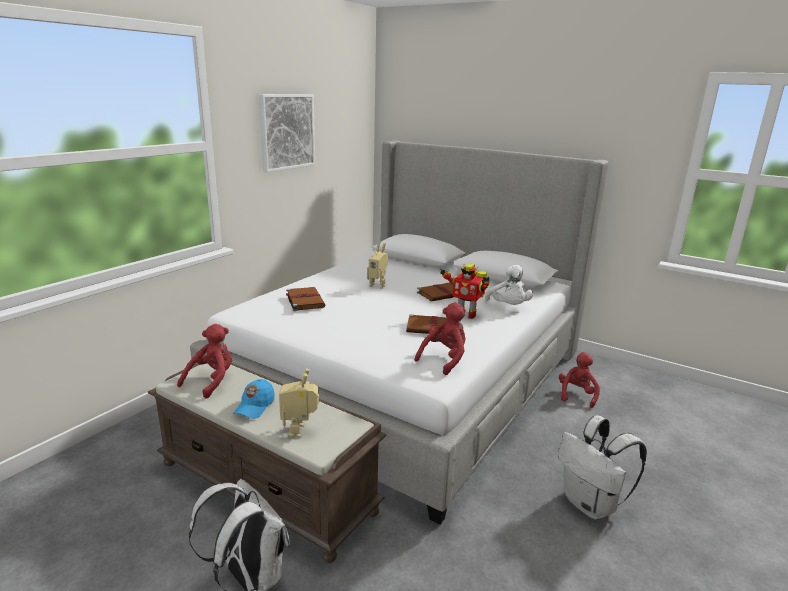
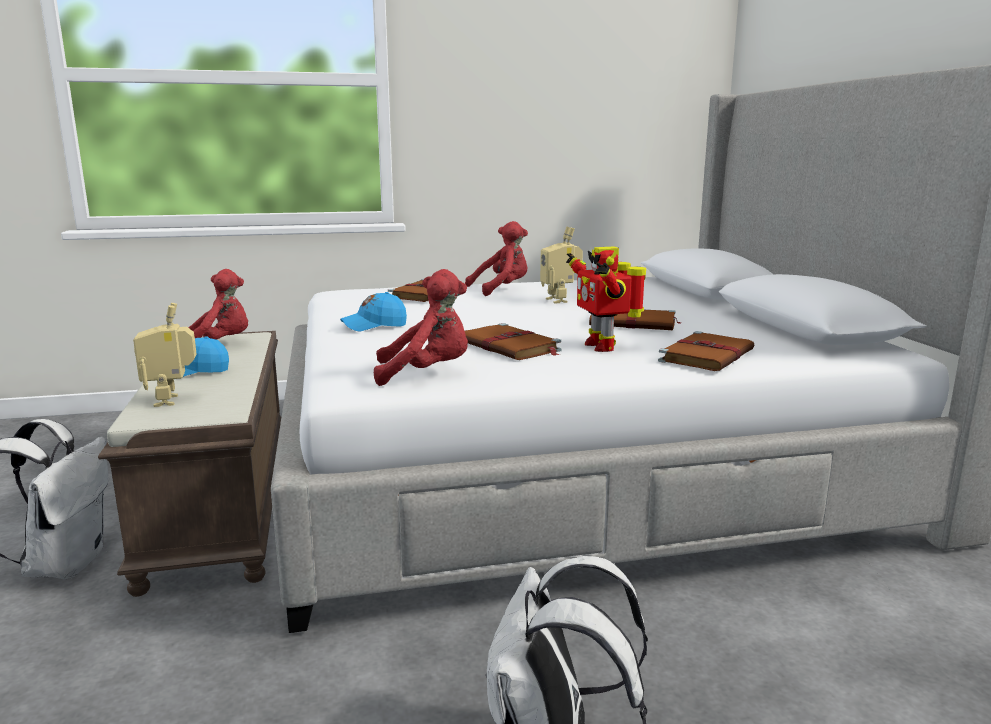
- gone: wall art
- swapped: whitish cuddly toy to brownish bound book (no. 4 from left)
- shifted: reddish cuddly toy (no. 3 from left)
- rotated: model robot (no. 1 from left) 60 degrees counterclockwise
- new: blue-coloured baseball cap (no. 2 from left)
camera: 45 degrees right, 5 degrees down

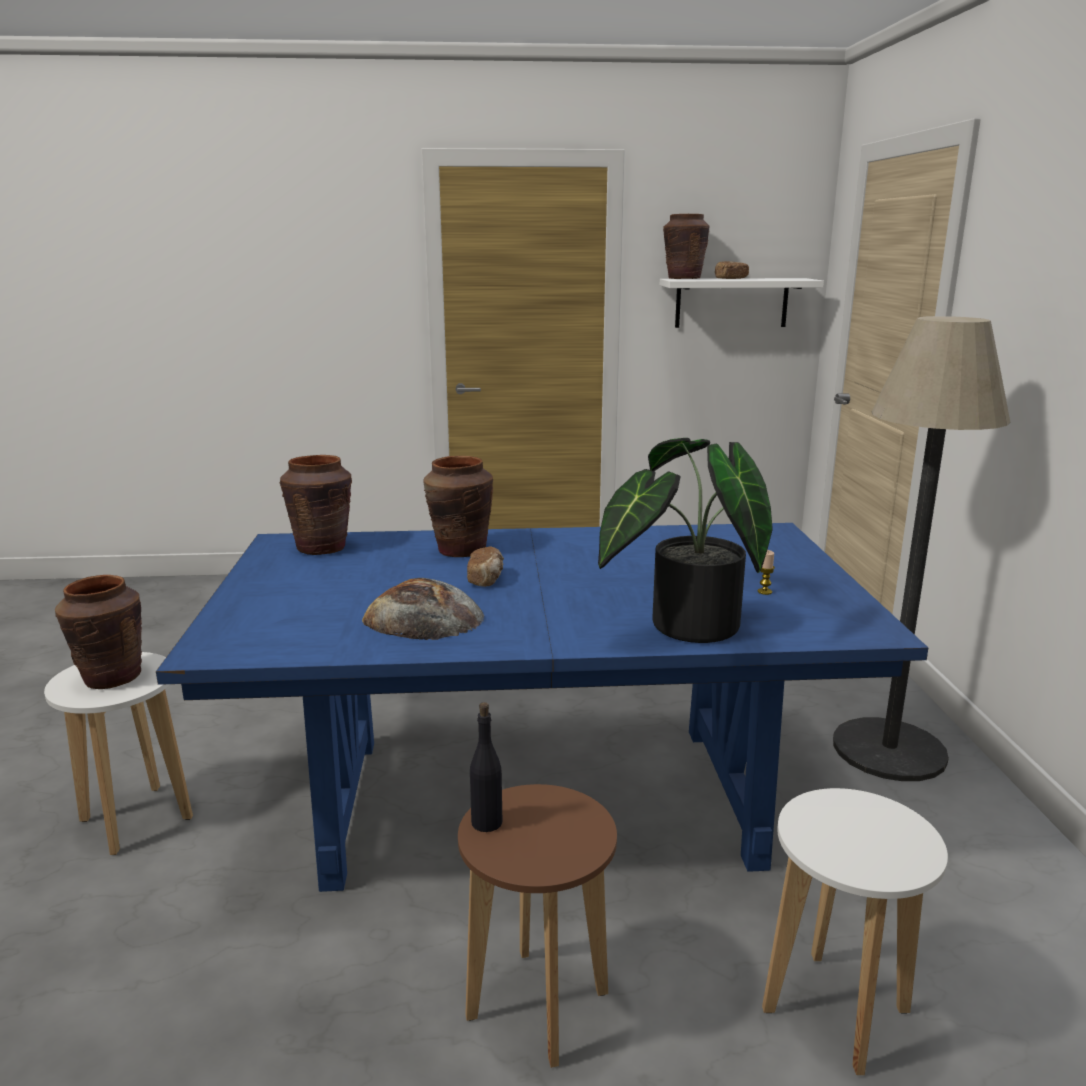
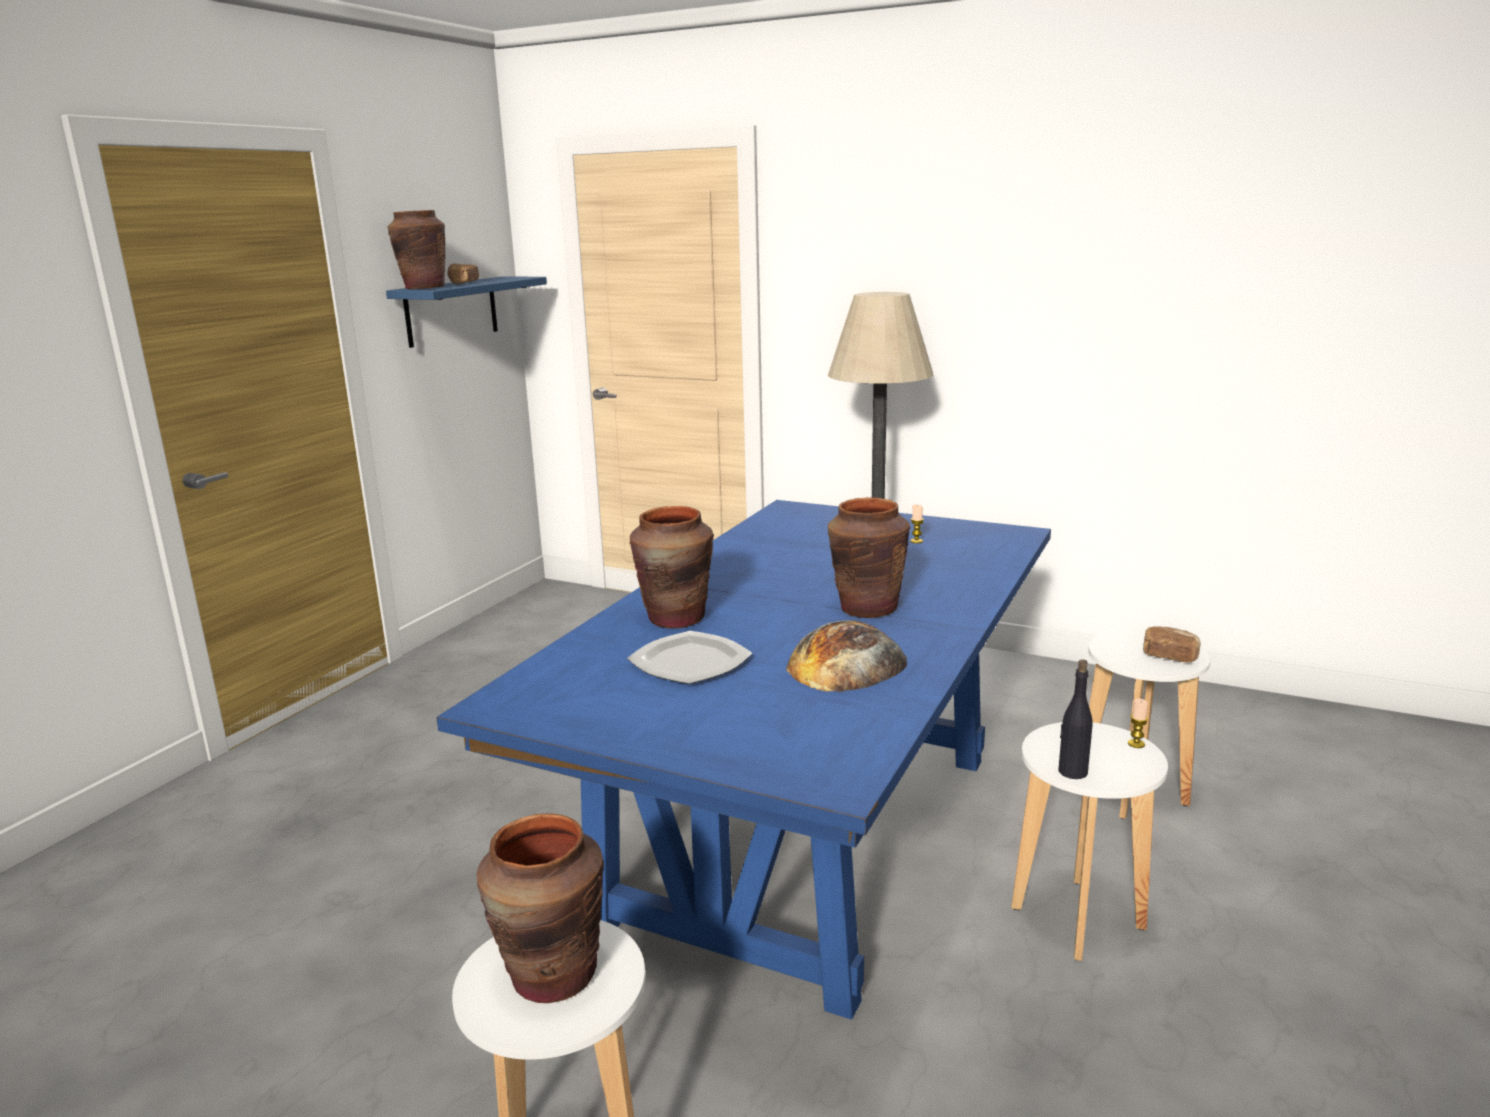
- repainted: whitish wall shelf to blue-coloured wall shelf
- gone: houseplant
- shifted: brownish vase (no. 2 from left in the first image) to brownish vase (no. 4 from left)
- shifted: bakery bread (no. 2 from left in the first image) to bakery bread (no. 3 from left)
- repainted: brownish sitting stool to whitish sitting stool (no. 2 from left)
- new: dinner plate
- new: wax light (no. 2 from left)
camera: 60 degrees left, 0 degrees up

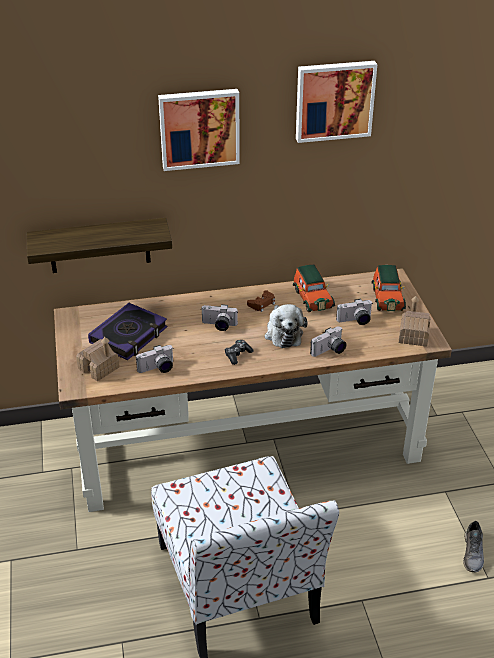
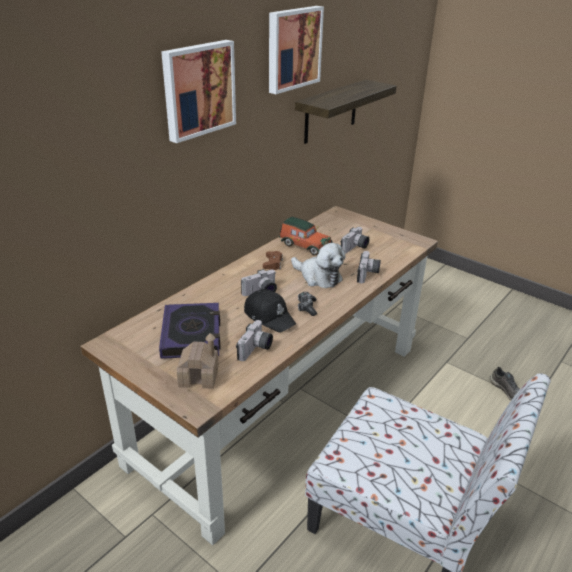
- shifted: wall shelf
- gone: toy car (no. 2 from left)
- gone: model house (no. 2 from left)
- new: black baseball cap
camera: 40 degrees left, 5 degrees down

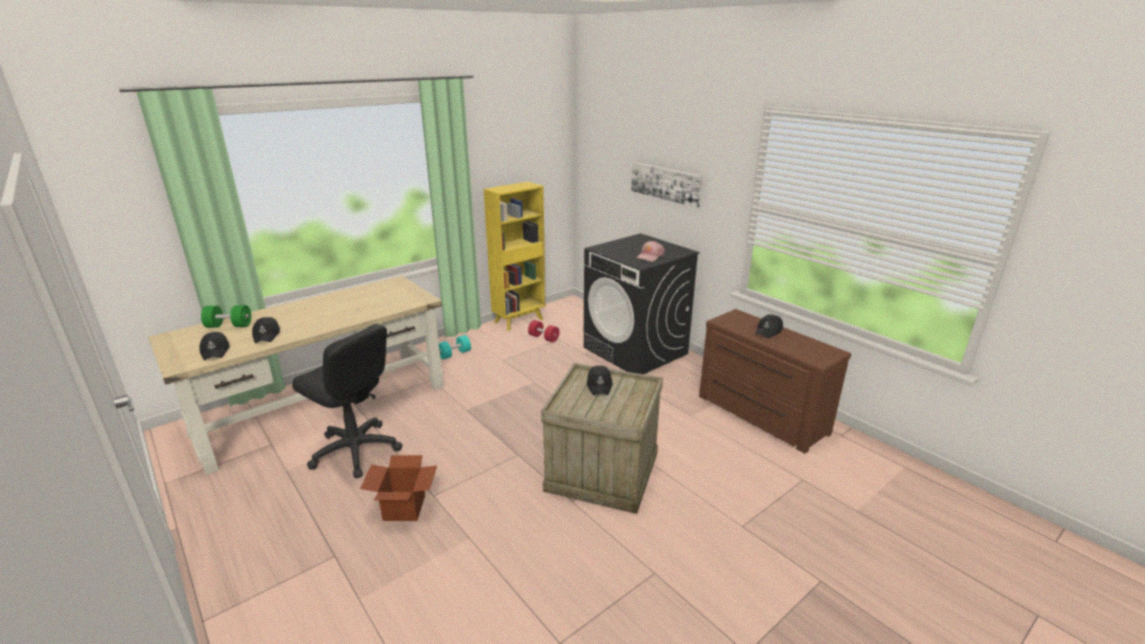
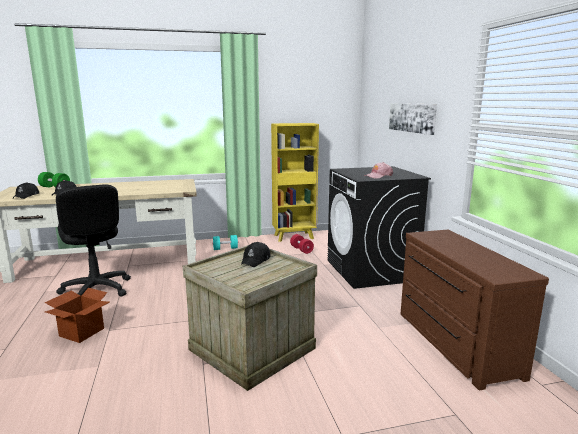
- gone: black baseball cap (no. 4 from left)
camera: 25 degrees right, 10 degrees down

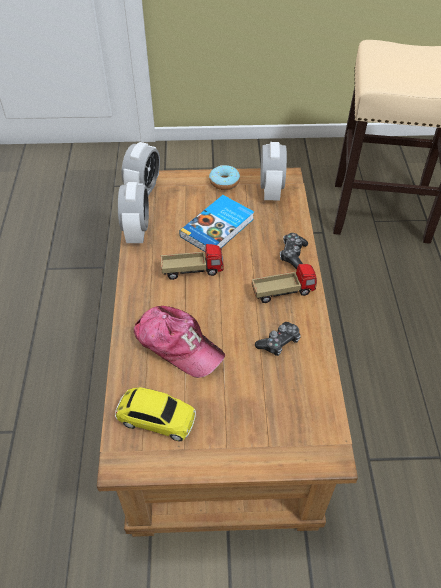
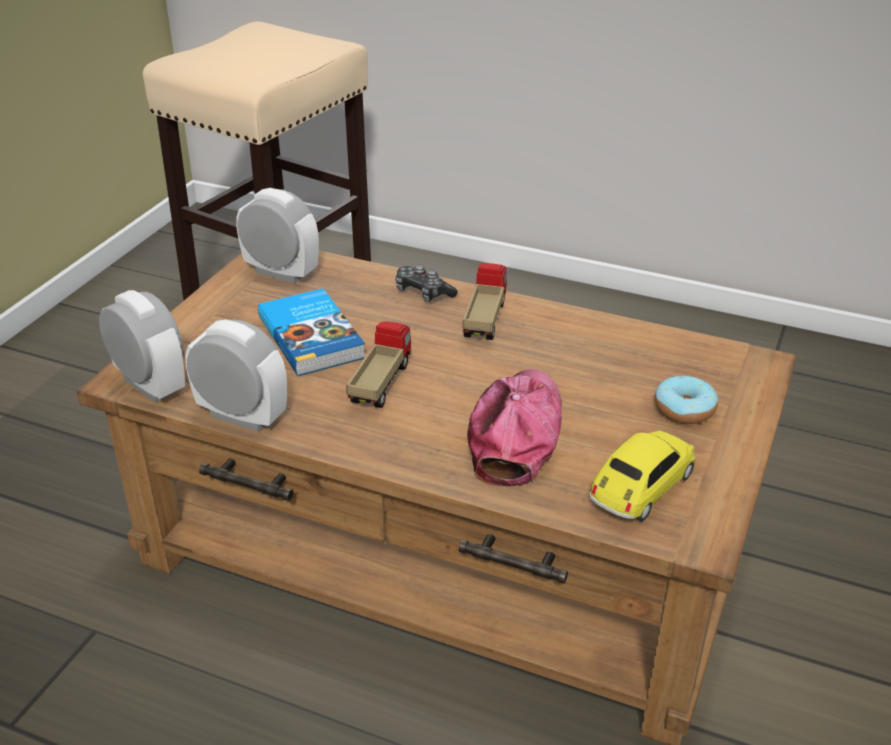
- shifted: ring doughnut
- rotated: baseball cap 45 degrees counterclockwise
- gone: joypad (no. 1 from left)
camera: 65 degrees left, 15 degrees down

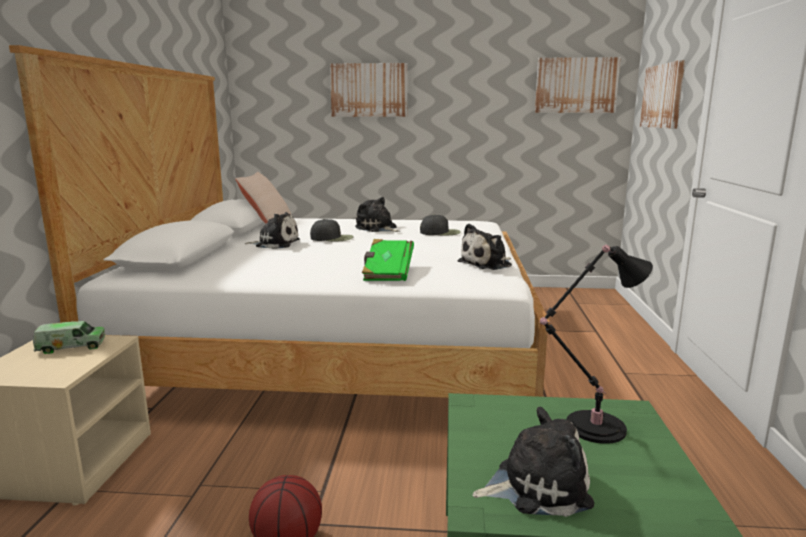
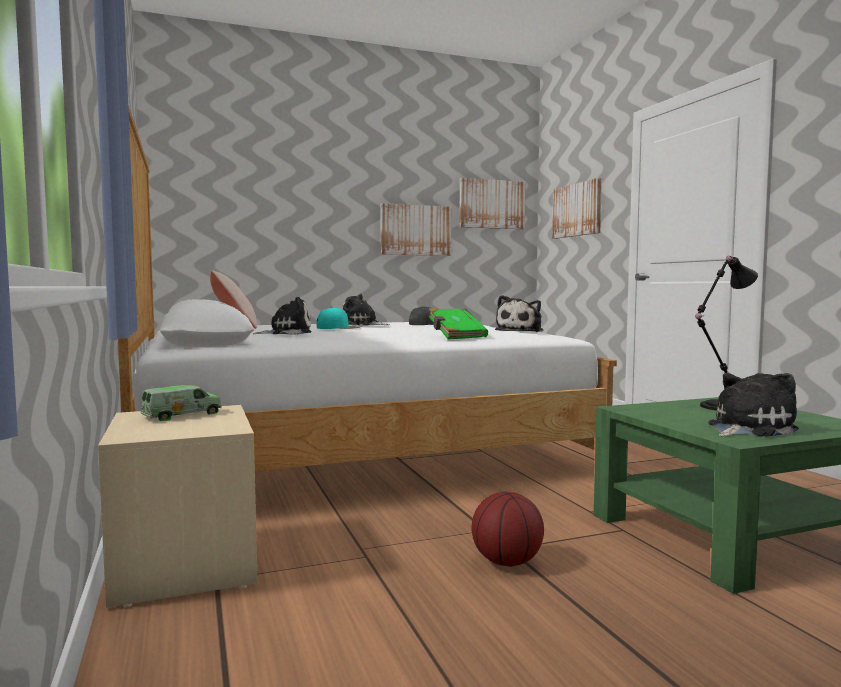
- shifted: wall art (no. 1 from left)
- repainted: black baseball cap (no. 1 from left) to blue-green baseball cap
camera: 25 degrees left, 10 degrees down

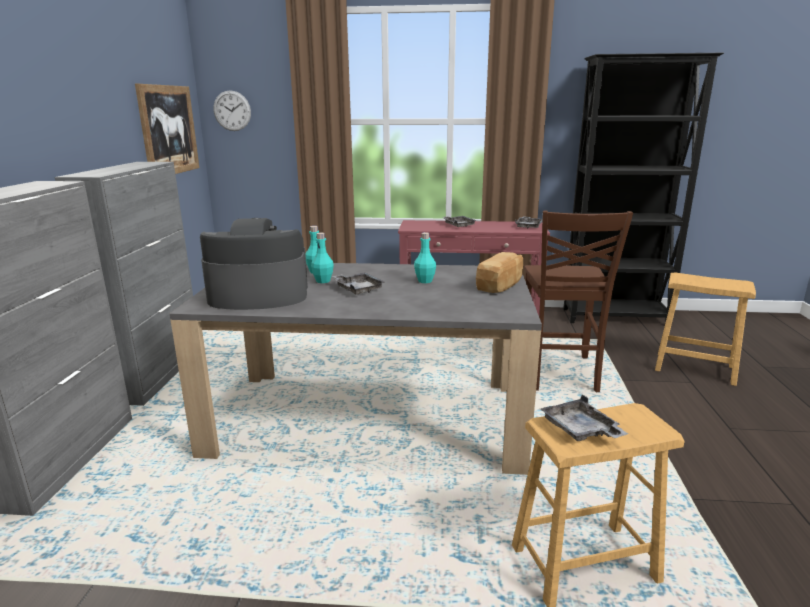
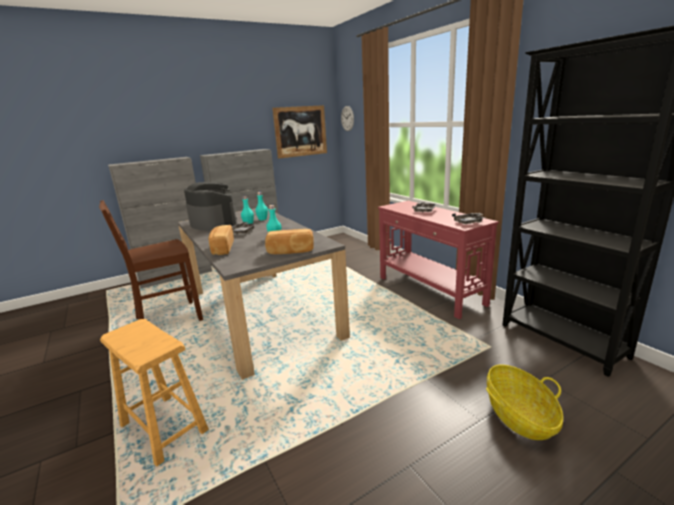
- shifted: brownish plain chair
- swapped: brownish sitting stool (no. 2 from left) to household basket
- gone: grey serving tray (no. 4 from left)
- new: bakery bread (no. 1 from left)
camera: 55 degrees right, 0 degrees up

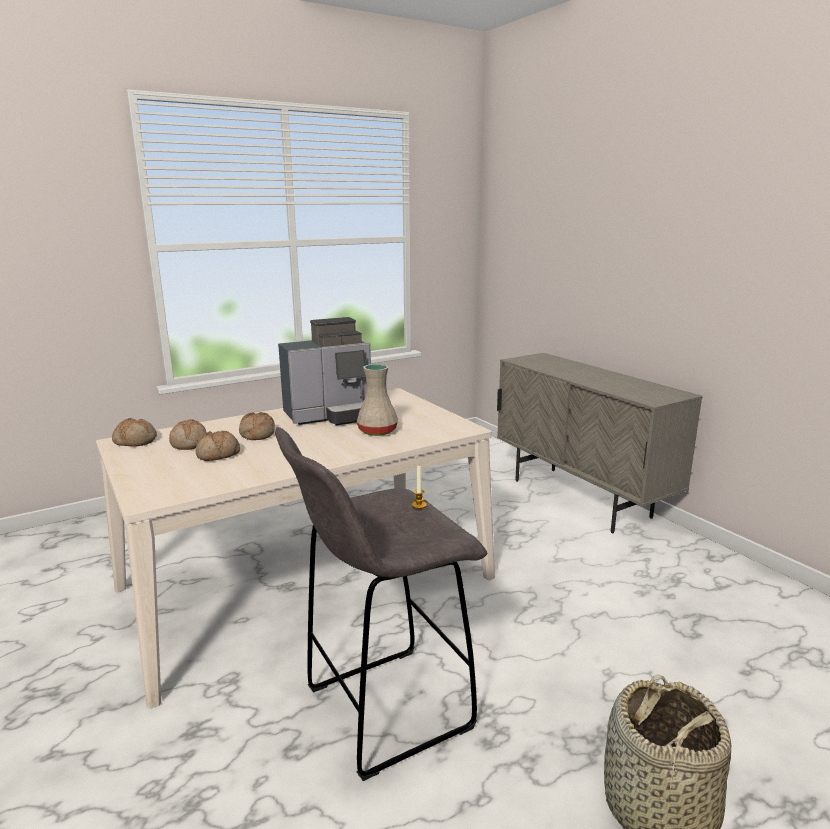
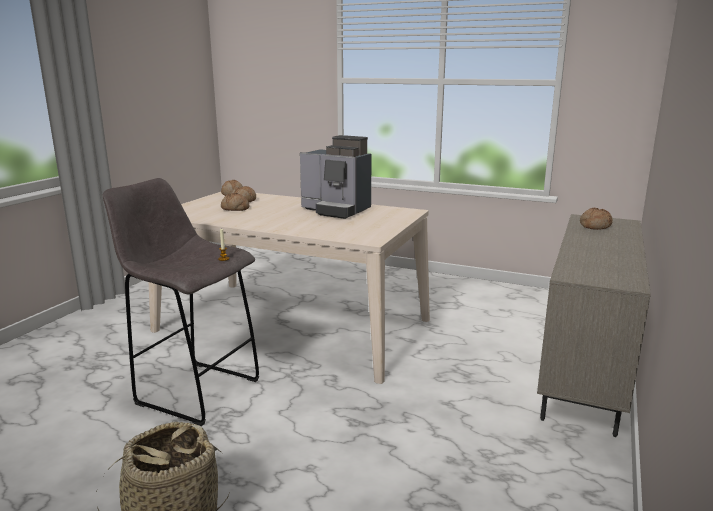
- gone: beige-coloured vase
- shifted: bakery bread (no. 4 from left)
camera: 55 degrees right, 0 degrees up

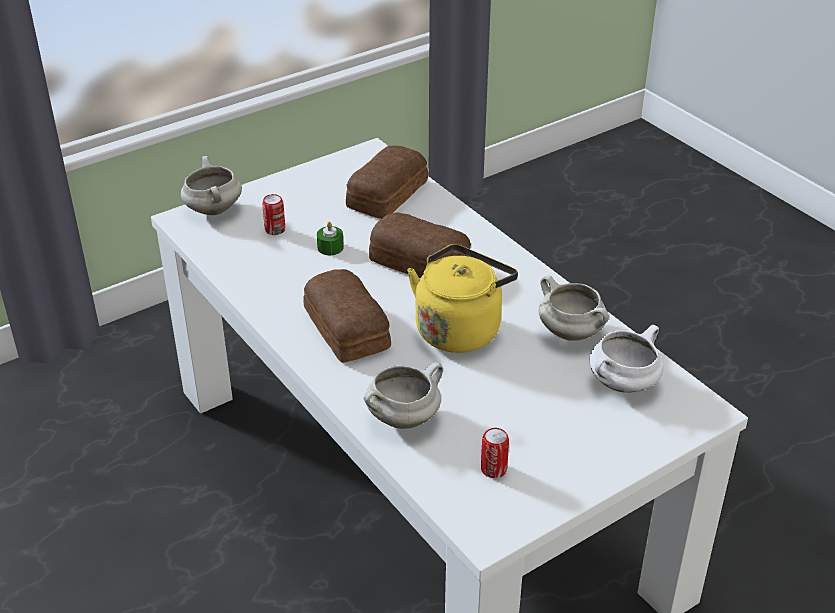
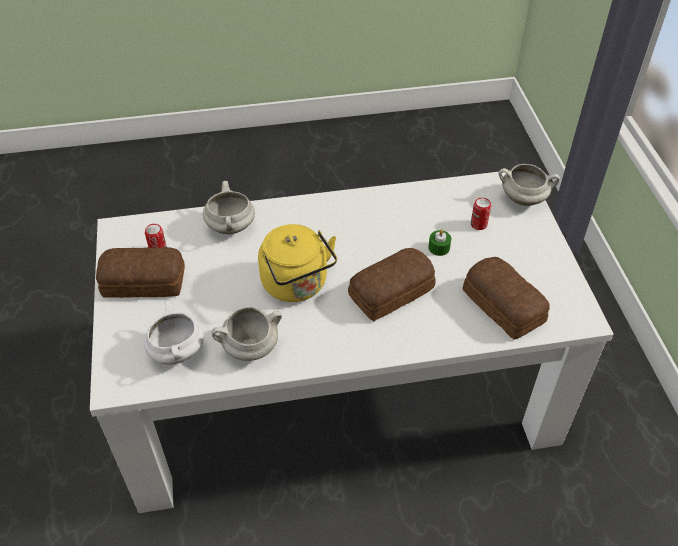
- shifted: bakery bread (no. 1 from left)
camera: 115 degrees right, 10 degrees up

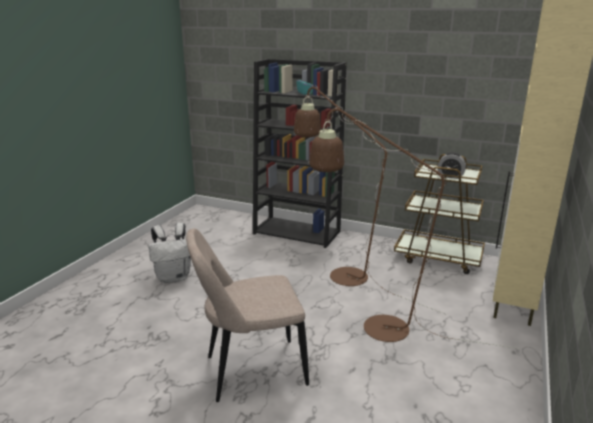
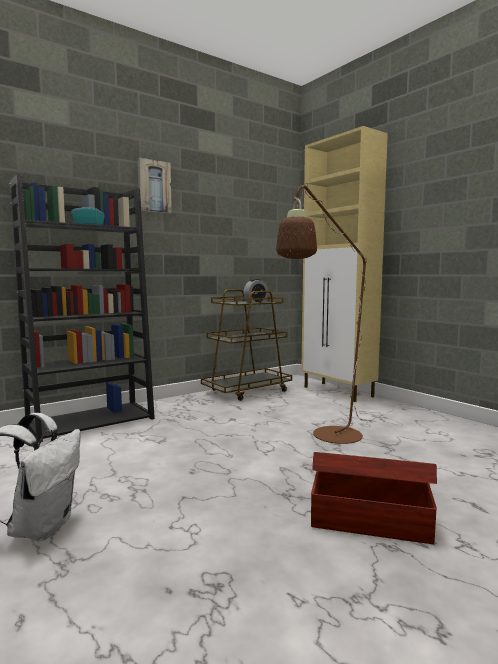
- gone: brownish floor lamp (no. 1 from left)
- swapped: beige-coloured plain chair to brownish storage container
- new: wall art
camera: 60 degrees left, 15 degrees down

